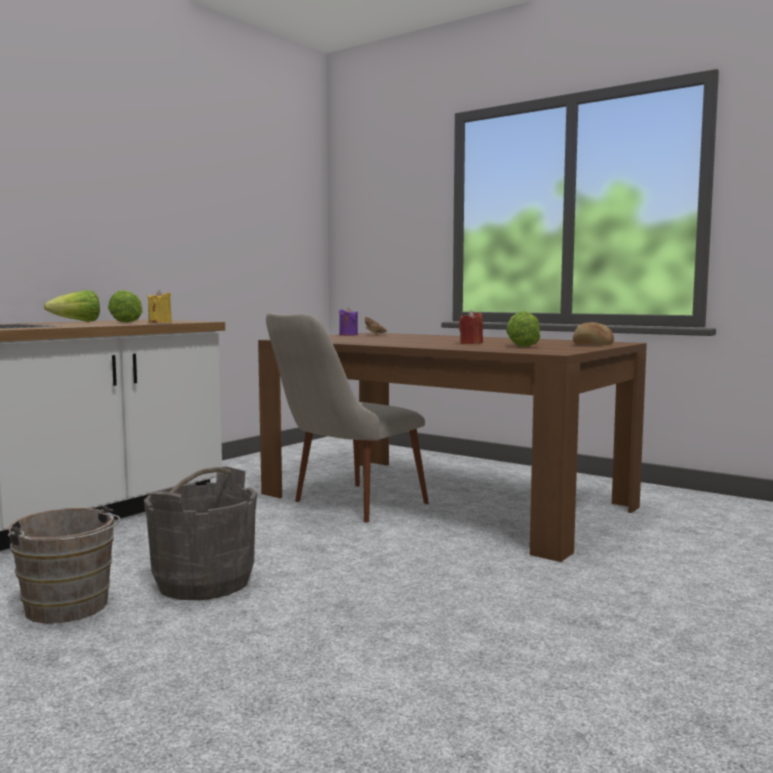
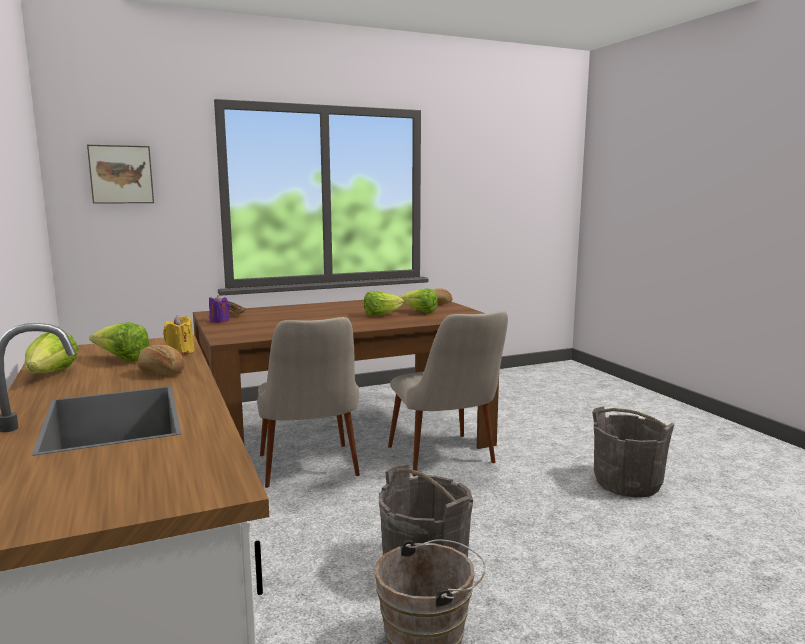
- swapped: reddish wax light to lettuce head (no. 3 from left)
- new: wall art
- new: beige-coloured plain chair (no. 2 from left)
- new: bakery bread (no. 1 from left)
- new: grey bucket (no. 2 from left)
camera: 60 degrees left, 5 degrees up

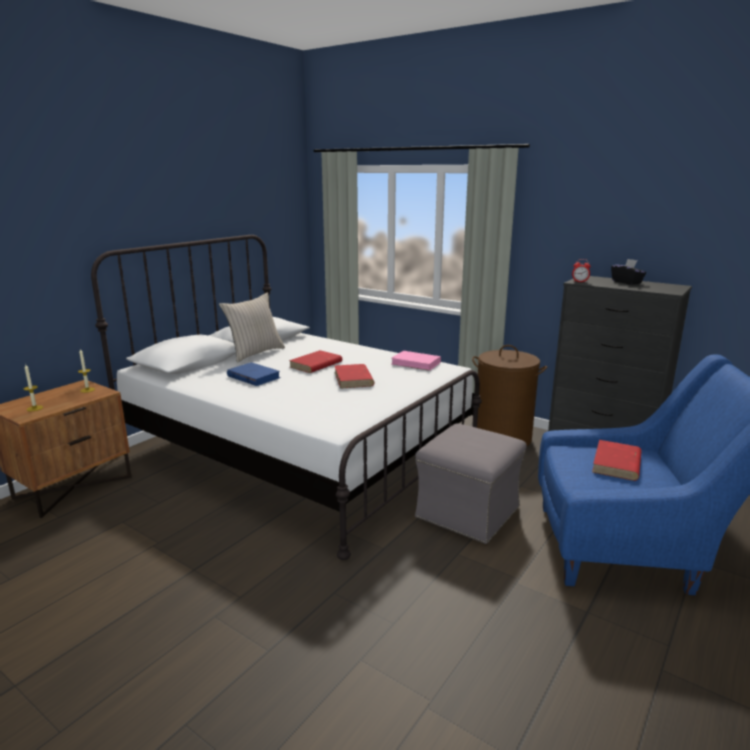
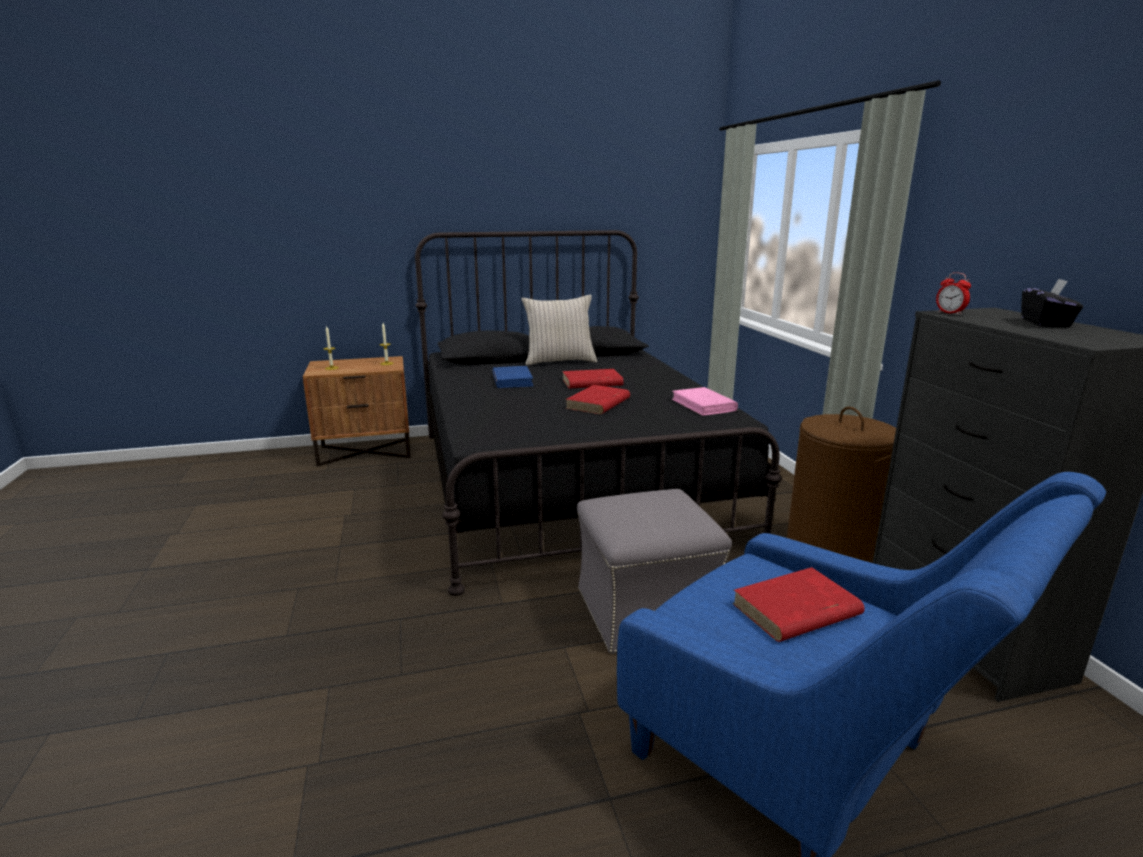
- repainted: whitish bedroom bed to black bedroom bed
camera: 40 degrees right, 0 degrees up

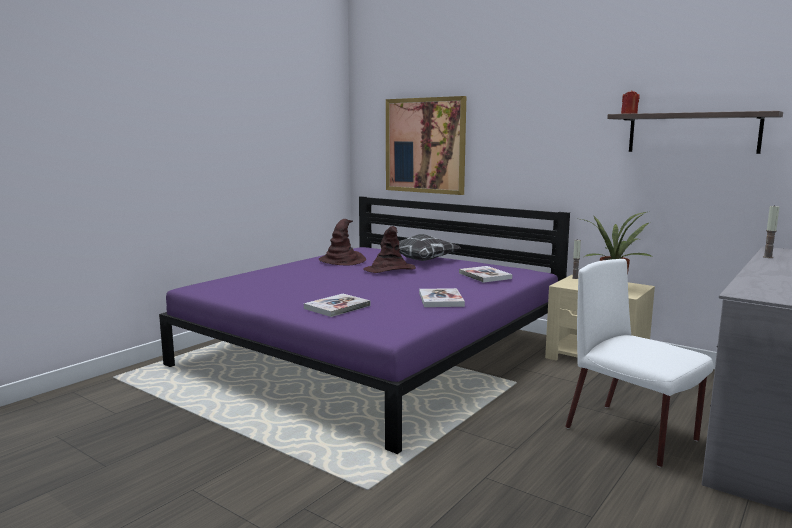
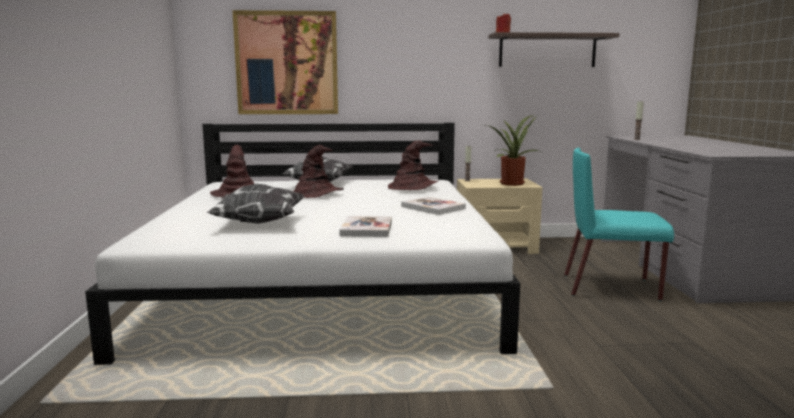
- repainted: purple bedroom bed to whitish bedroom bed
- repainted: whitish plain chair to blue-green plain chair
- swapped: bound book (no. 3 from left) to brownish wearable hat (no. 3 from left)
- new: throw pillow (no. 1 from left)
camera: 40 degrees left, 0 degrees up

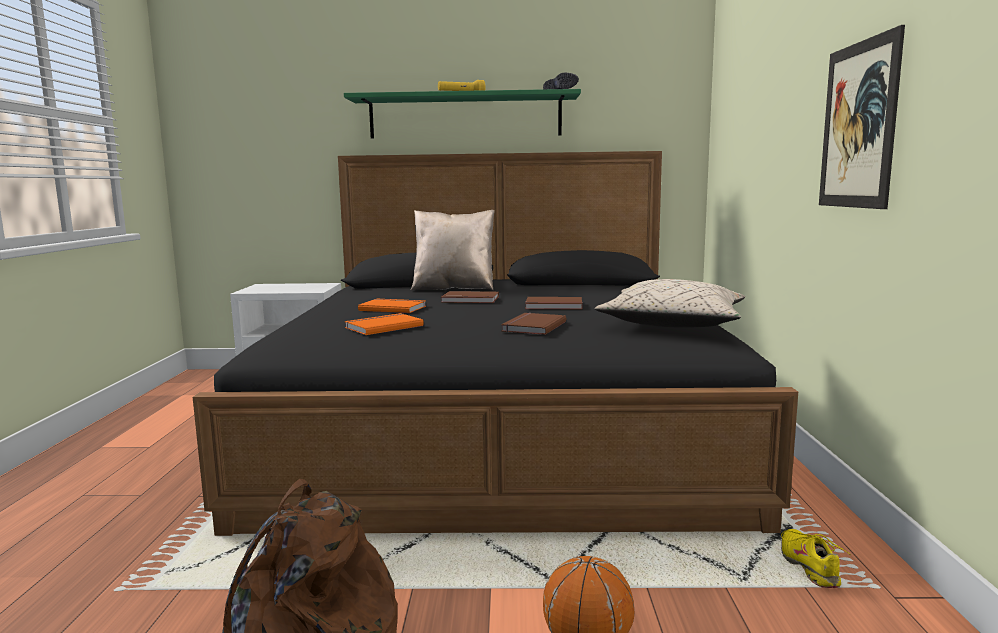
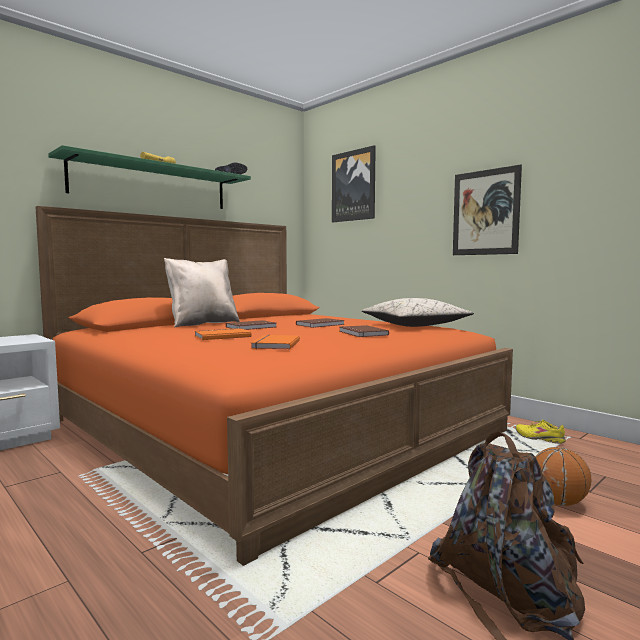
- repainted: black bedroom bed to orange-coloured bedroom bed
- new: wall art (no. 1 from left)
camera: 45 degrees left, 5 degrees down

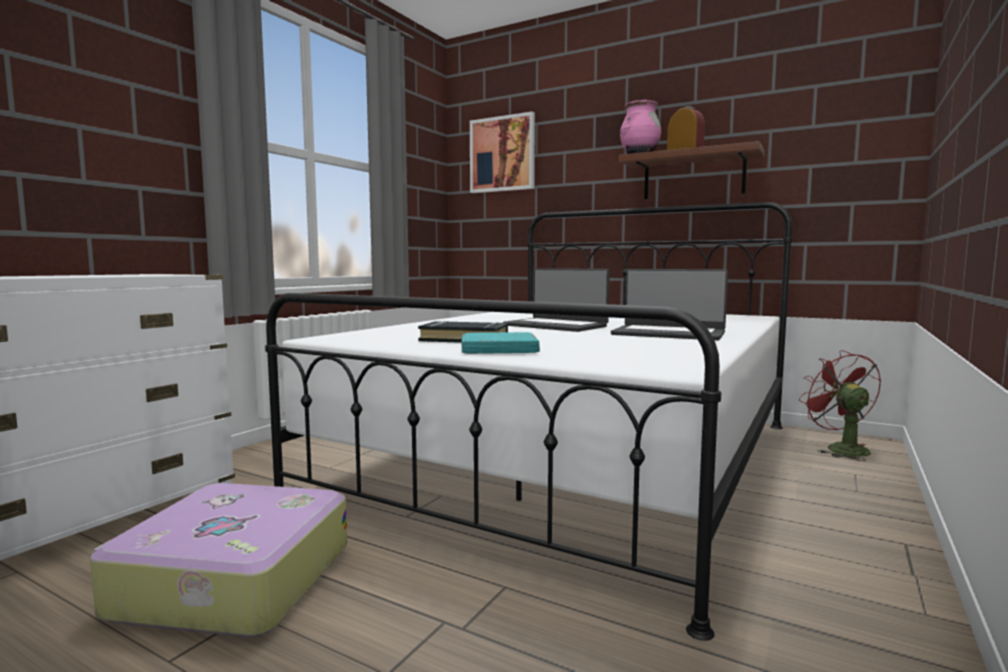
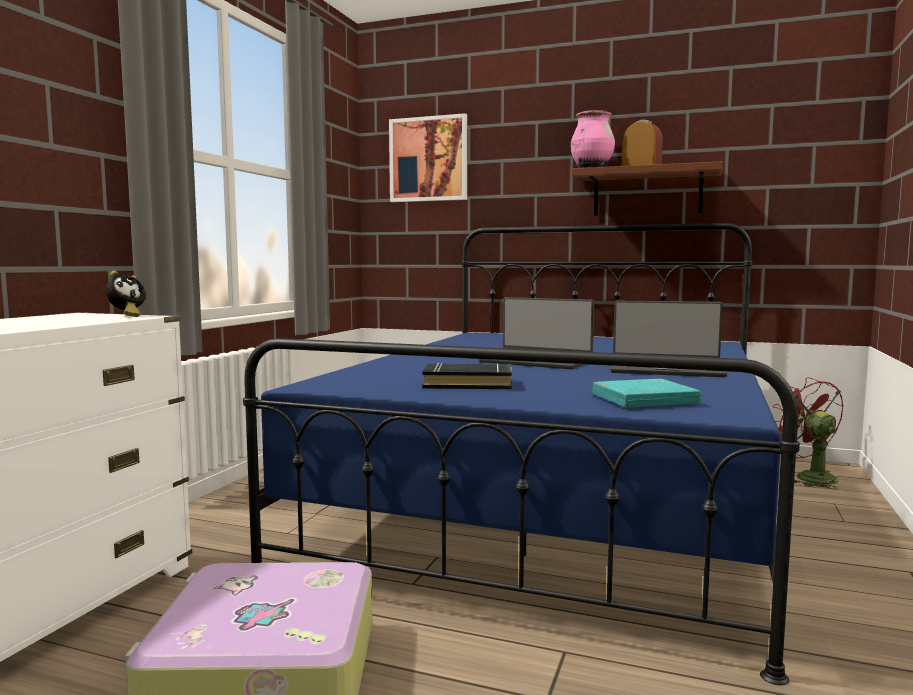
- repainted: whitish bedroom bed to blue-coloured bedroom bed
- shifted: blue-green bound book
- new: table clock (no. 1 from left)
camera: 10 degrees left, 0 degrees up

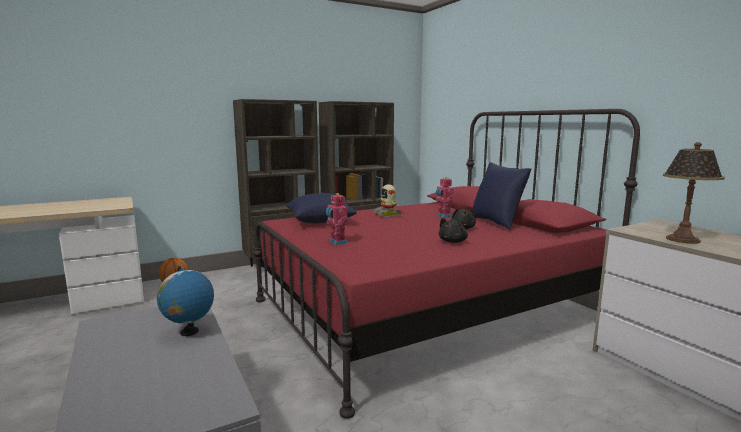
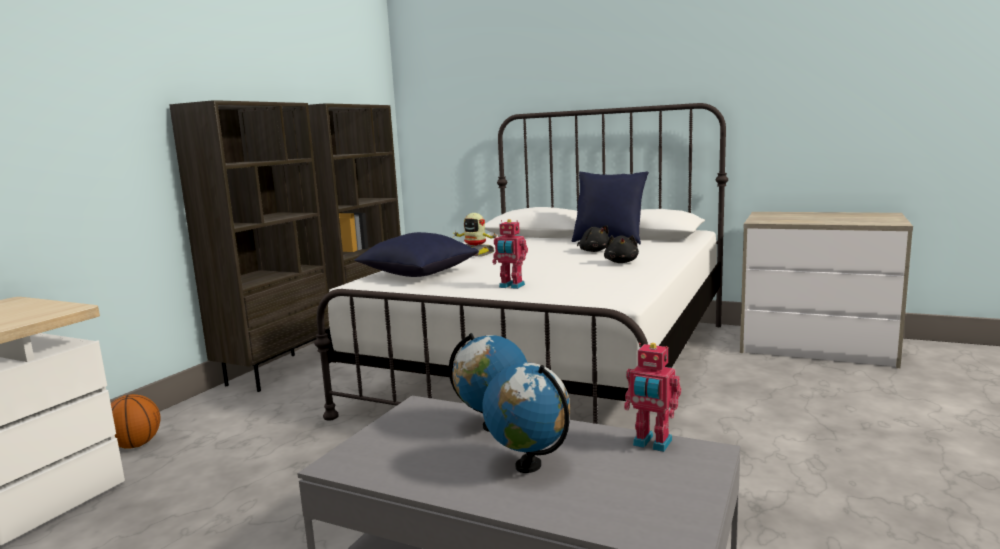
- repainted: reddish bedroom bed to whitish bedroom bed
- gone: lamp for a table
- shifted: model robot (no. 3 from left)
- new: desk globe (no. 2 from left)
camera: 35 degrees left, 0 degrees up

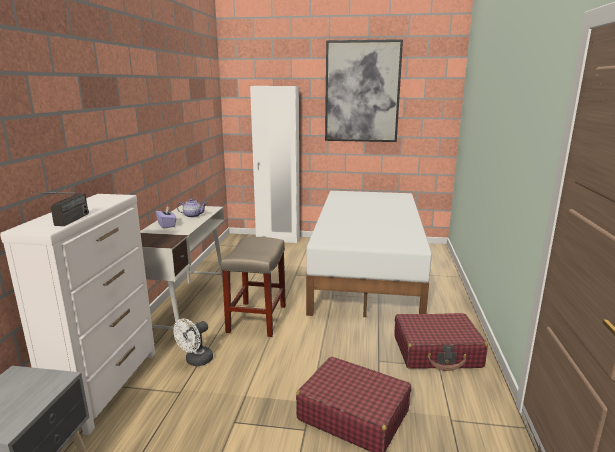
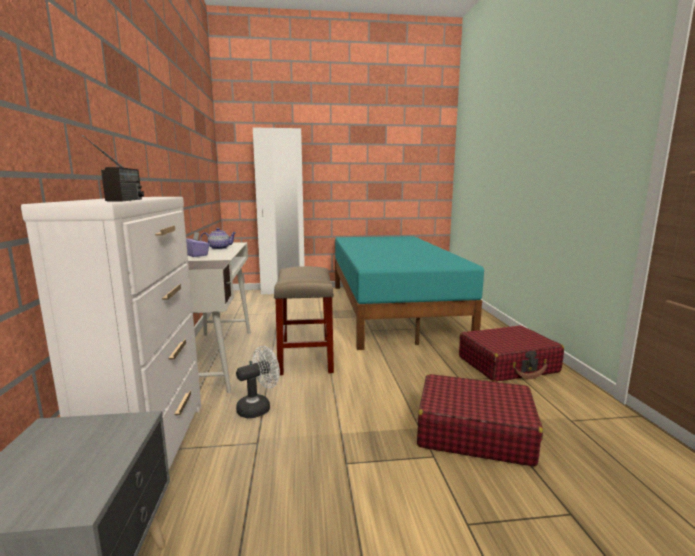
- gone: wall art
- repainted: whitish bedroom bed to blue-green bedroom bed
- rotated: whitish electric fan 150 degrees counterclockwise
camera: 15 degrees left, 5 degrees down

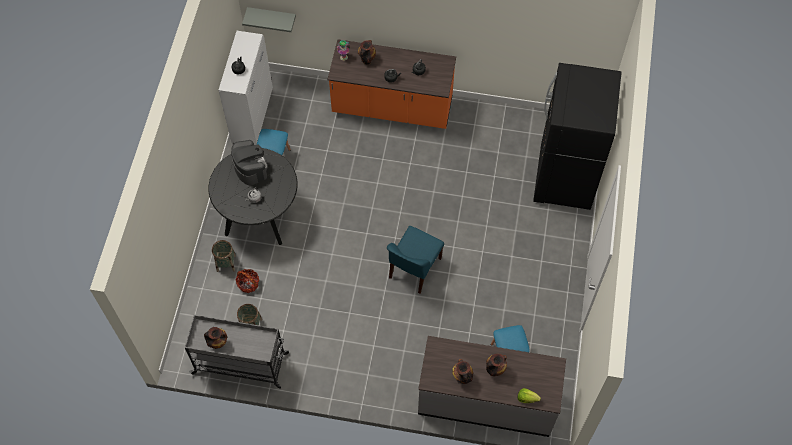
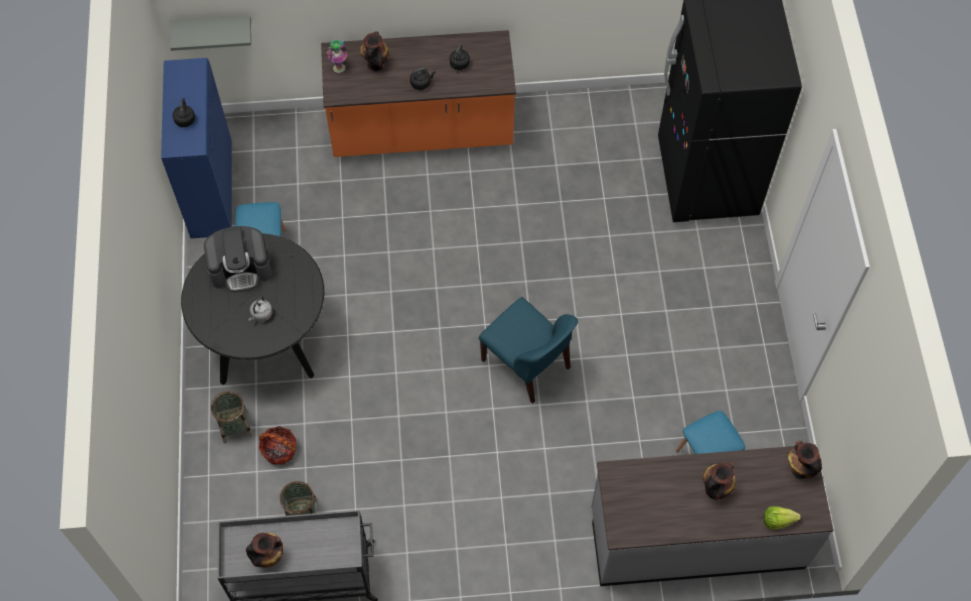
- repainted: whitish storage cabinet to blue-coloured storage cabinet
- rotated: coffee maker 120 degrees clockwise
- rotated: blue-coloured plain chair 60 degrees counterclockwise
- shifted: vase (no. 4 from left in the first image) to vase (no. 5 from left)
camera: 15 degrees left, 0 degrees up

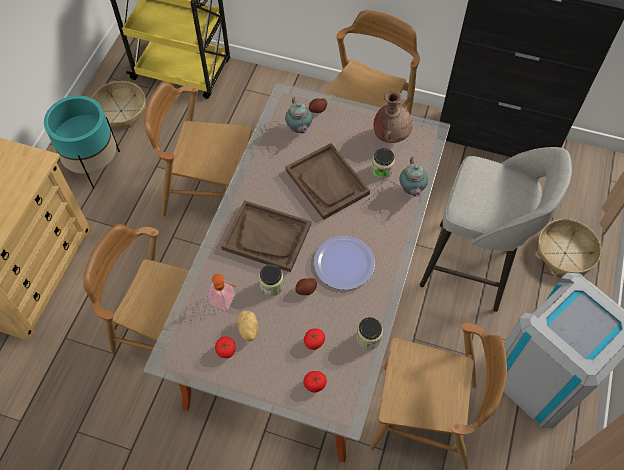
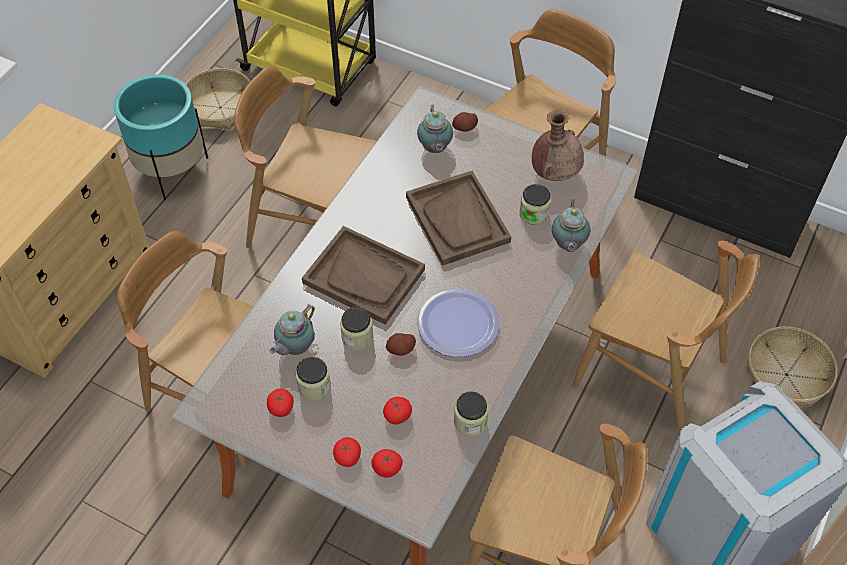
- swapped: grey sitting stool to brownish plain chair (no. 5 from left)
- swapped: soap dispenser to teapot (no. 1 from left)
- swapped: spud (no. 1 from left) to preserve jar (no. 1 from left)
- new: whole tomato (no. 2 from left)
camera: 10 degrees right, 5 degrees down

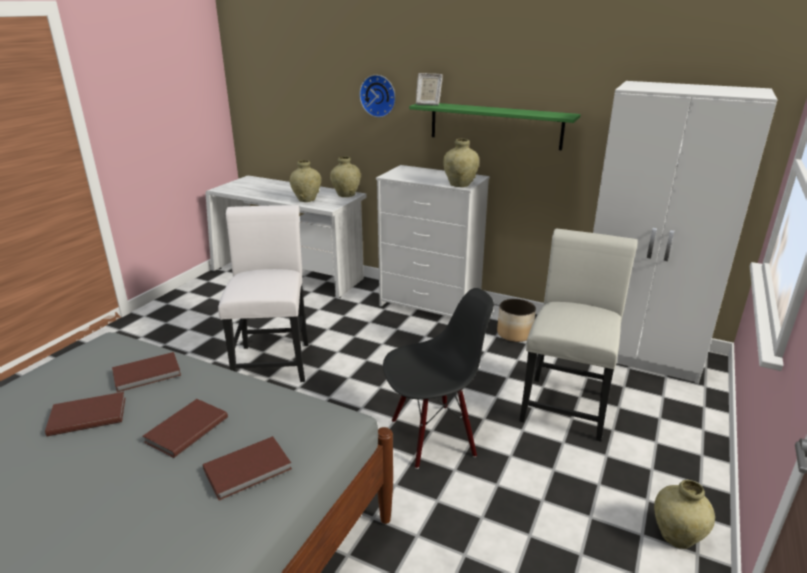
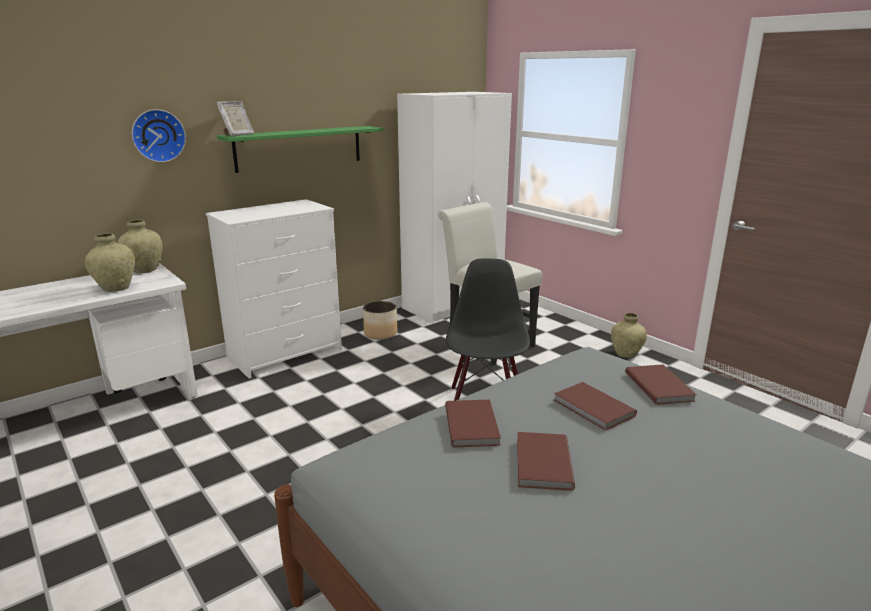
- gone: beige-coloured vase (no. 3 from left)
- gone: whitish plain chair (no. 1 from left)
camera: 65 degrees left, 5 degrees down

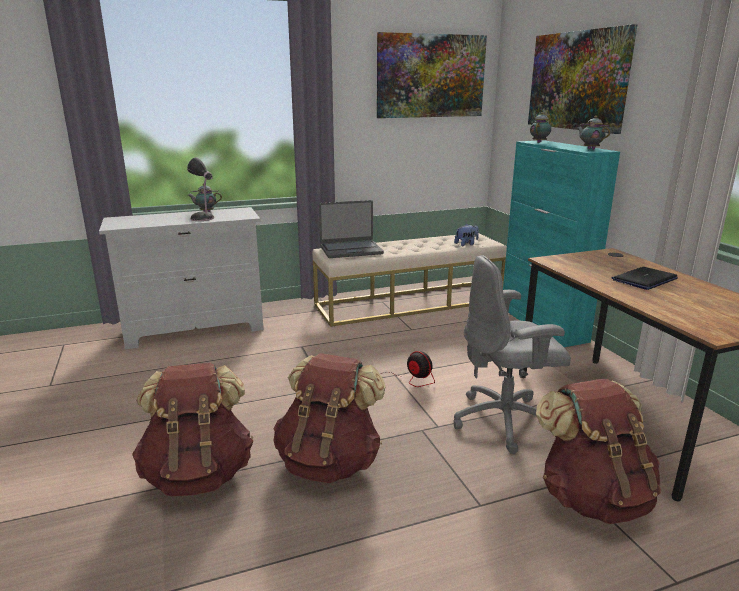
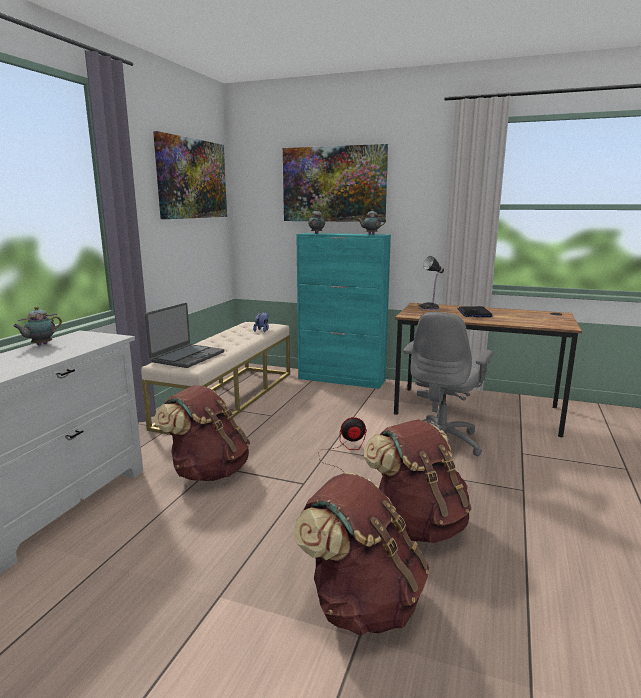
- shifted: lamp for a table
- shifted: brownish rucksack (no. 3 from left in the first image) to brownish rucksack (no. 1 from left)
camera: 50 degrees left, 5 degrees down

